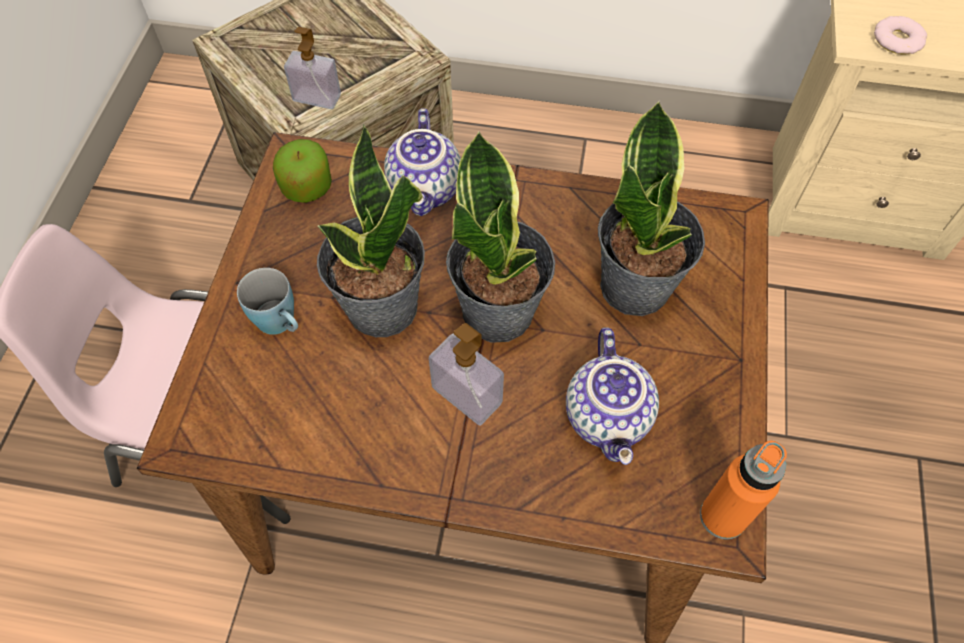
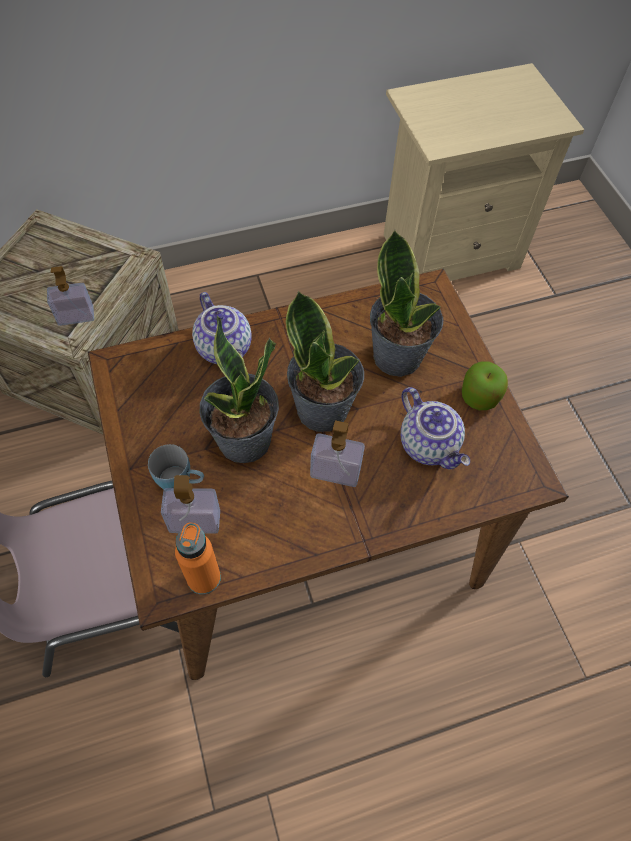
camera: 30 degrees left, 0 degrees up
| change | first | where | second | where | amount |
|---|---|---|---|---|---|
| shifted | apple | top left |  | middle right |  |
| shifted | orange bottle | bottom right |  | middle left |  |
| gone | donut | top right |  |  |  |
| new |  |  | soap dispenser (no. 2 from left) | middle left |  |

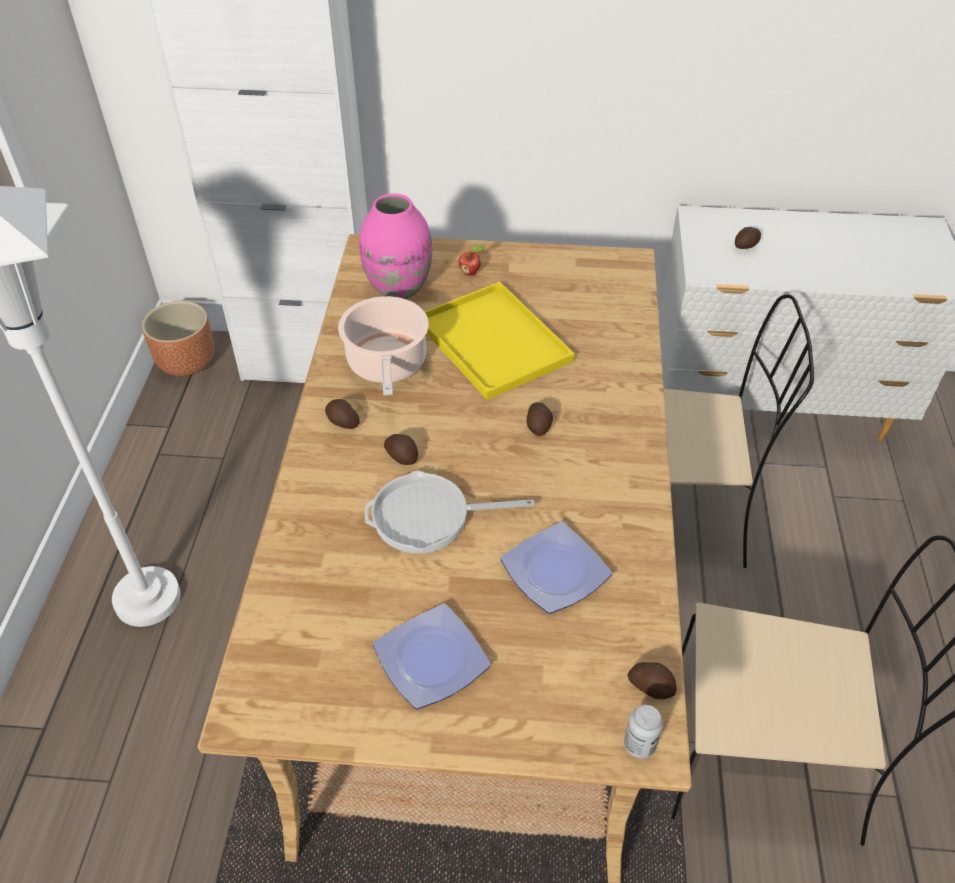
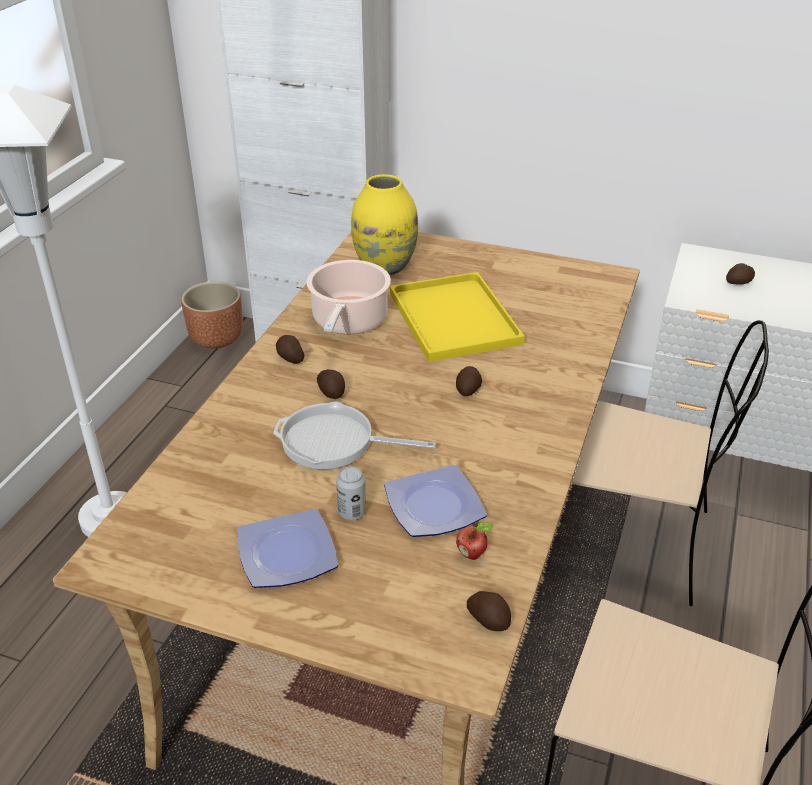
camera: 15 degrees right, 10 degrees down
| change | first | where | second | where | amount |
|---|---|---|---|---|---|
| repainted | pink vase | top centre | yellow vase | top centre |  |
| shifted | apple | top centre |  | bottom centre |  |
| shifted | can | bottom right |  | centre |  |

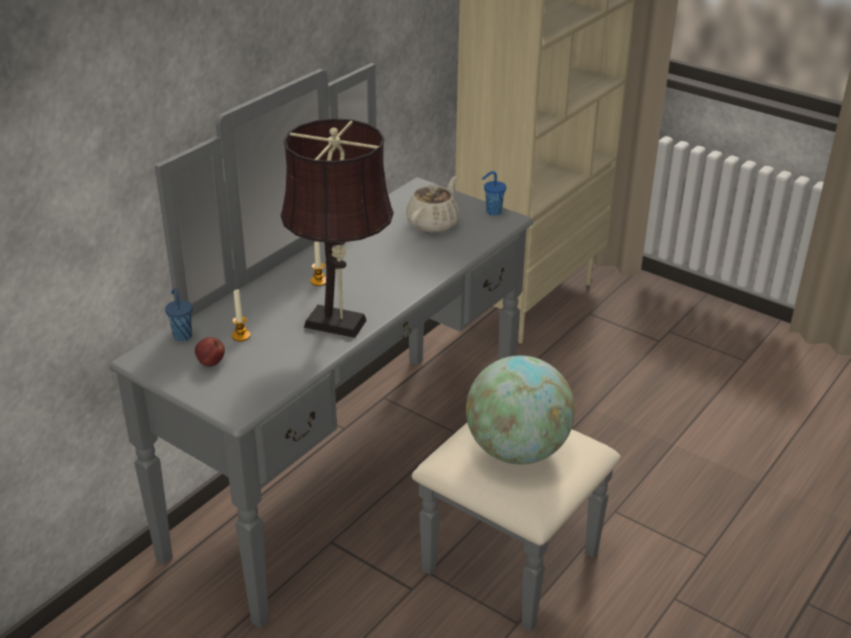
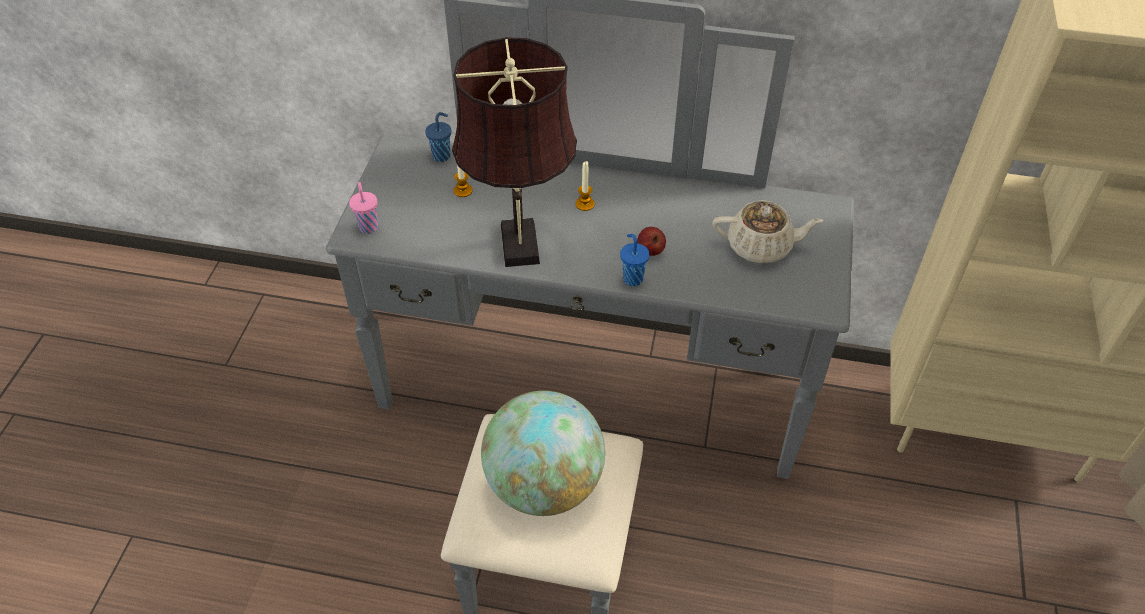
camera: 65 degrees right, 15 degrees up
| change | first | where | second | where | amount |
|---|---|---|---|---|---|
| shifted | apple | middle left |  | centre |  |
| shifted | blue cup (no. 2 from left) | top centre |  | centre |  |
| new |  |  | pink cup | middle left |  |

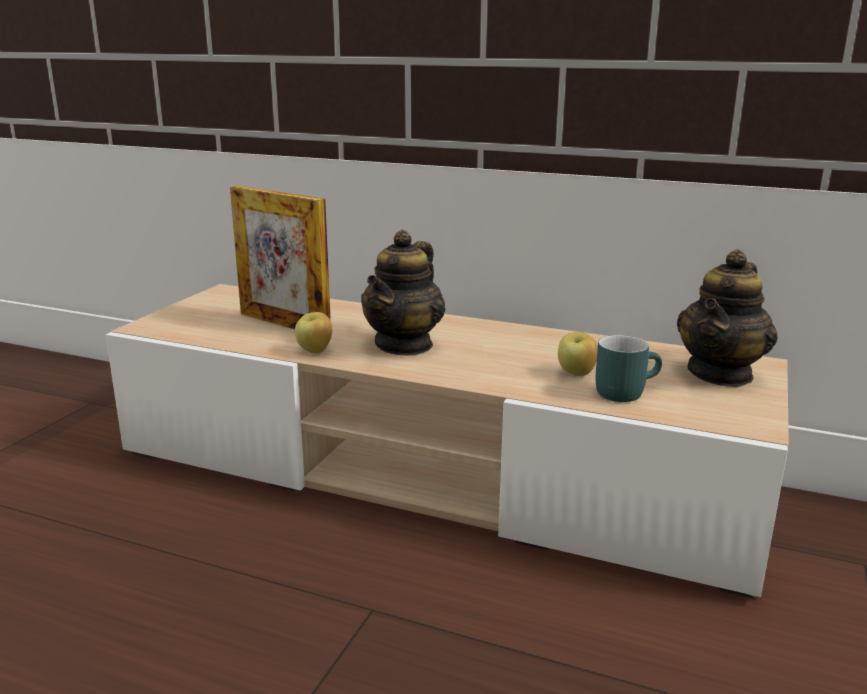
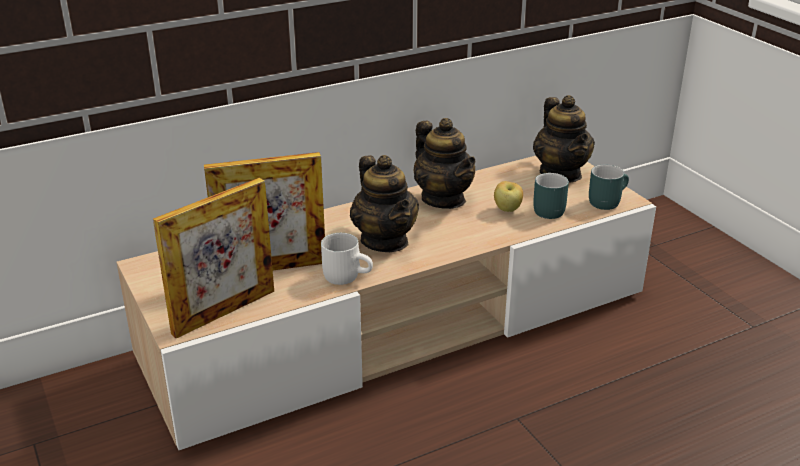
camera: 50 degrees left, 10 degrees up
| change | first | where | second | where | amount |
|---|---|---|---|---|---|
| swapped | apple (no. 1 from left) | centre | white mug | centre |  |
| new |  |  | picture frame (no. 1 from left) | middle left |  |
| new |  |  | teapot (no. 2 from left) | centre |  |
| new |  |  | turquoise mug (no. 2 from left) | middle right |  |

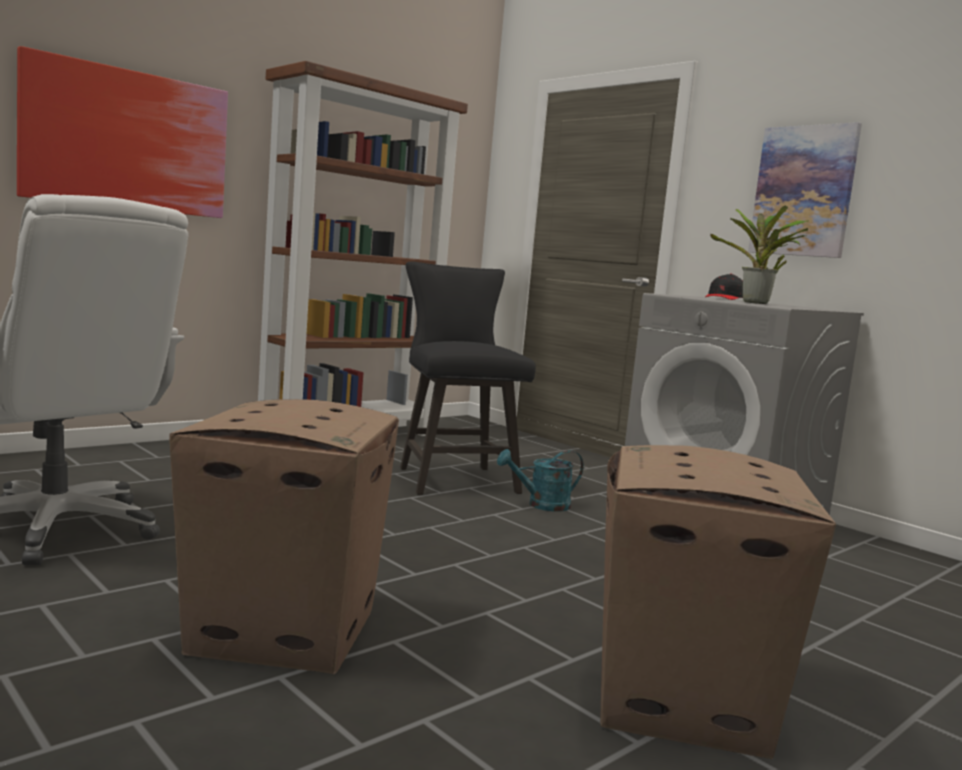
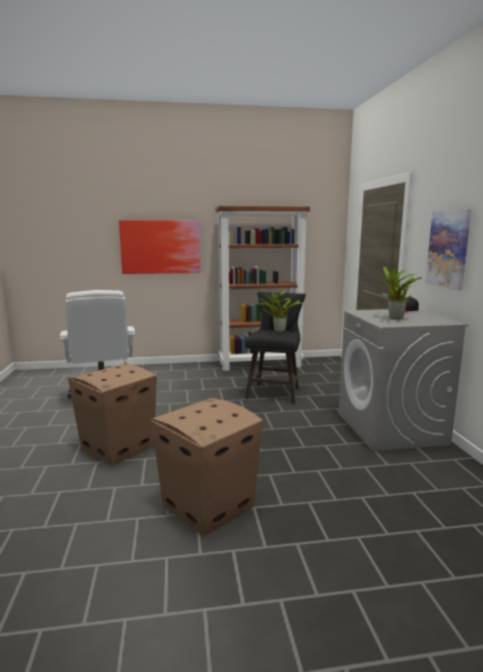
camera: 35 degrees right, 5 degrees up
| change | first | where | second | where | amount |
|---|---|---|---|---|---|
| gone | turquoise watering can | centre |  |  |  |
| new |  |  | potted plant (no. 1 from left) | centre |  |

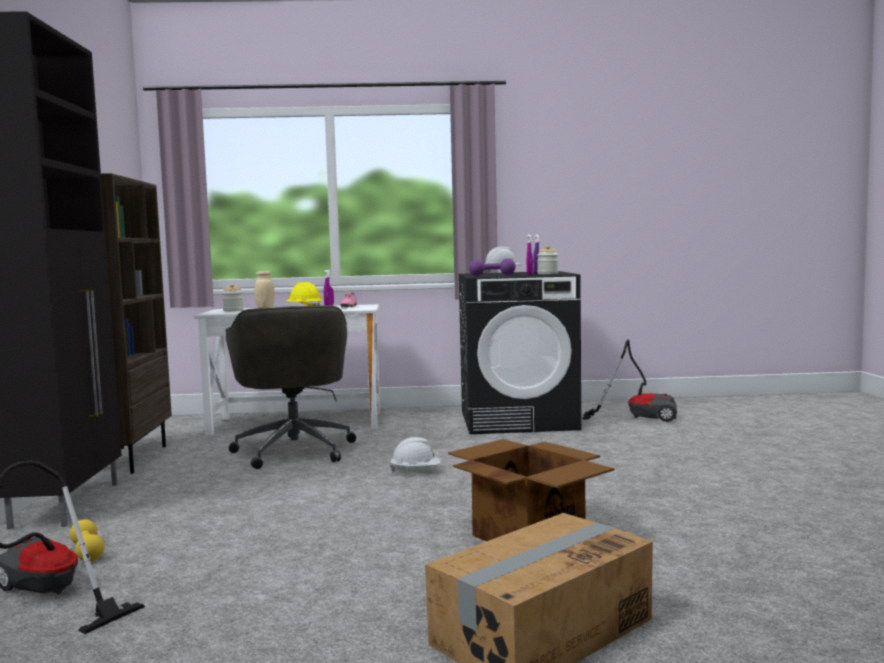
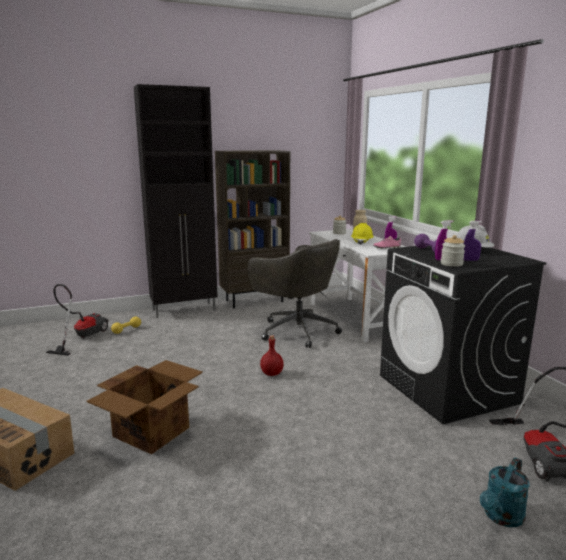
camera: 70 degrees right, 10 degrees up
| change | first | where | second | where | amount |
|---|---|---|---|---|---|
| rotated | grey office chair | middle left |  | centre | 105 degrees counterclockwise |
| swapped | white hard hat (no. 1 from left) | bottom centre | red bottle | centre |  |
| new |  |  | turquoise watering can | bottom right |  |

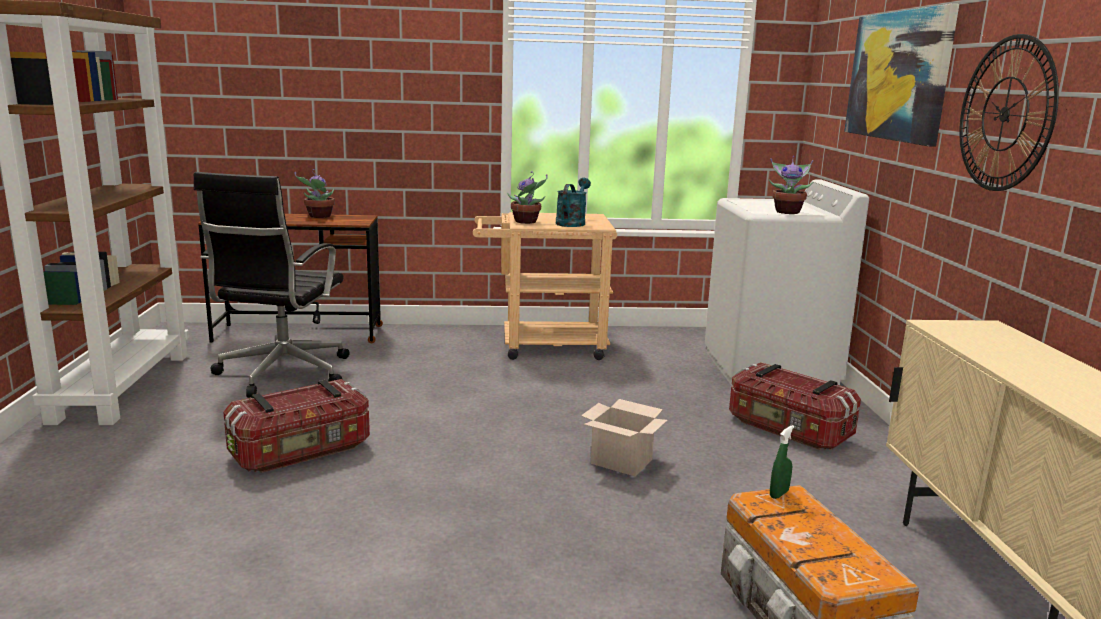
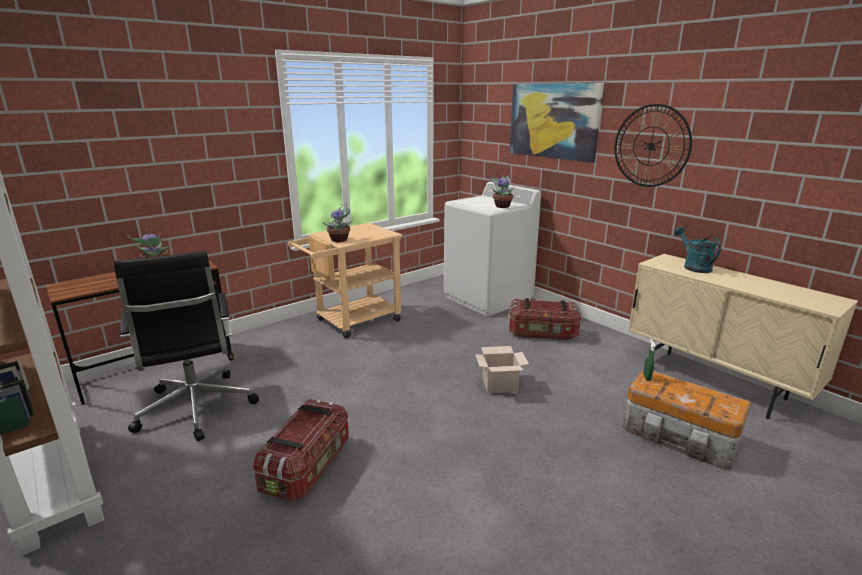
camera: 35 degrees left, 5 degrees up
| change | first | where | second | where | amount |
|---|---|---|---|---|---|
| shifted | turquoise watering can | top centre |  | middle right |  |

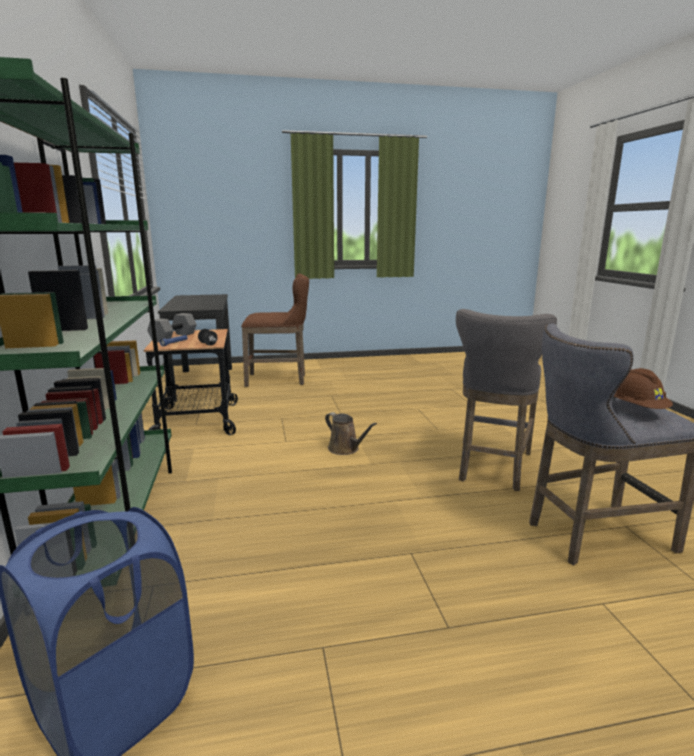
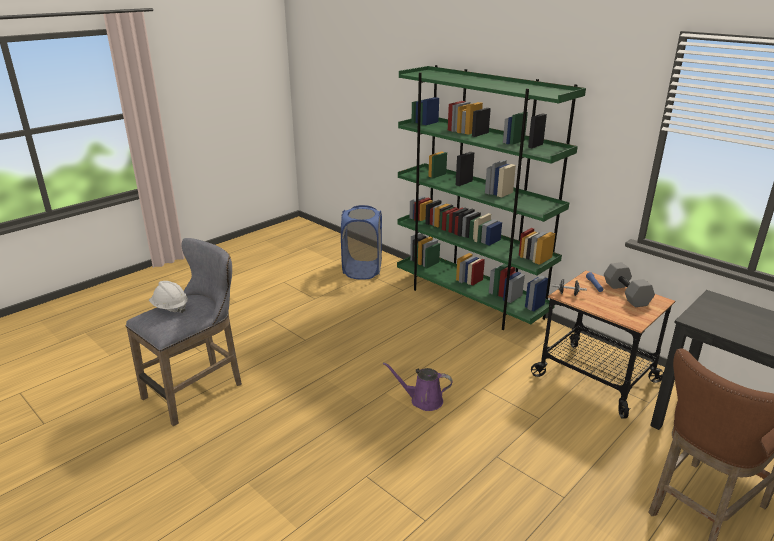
camera: 145 degrees right, 10 degrees up
| change | first | where | second | where | amount |
|---|---|---|---|---|---|
| repainted | brown watering can | centre | purple watering can | bottom centre |  |
| gone | grey stool (no. 1 from left) | middle right |  |  |  |
| repainted | brown hard hat | middle right | white hard hat | middle left |  |

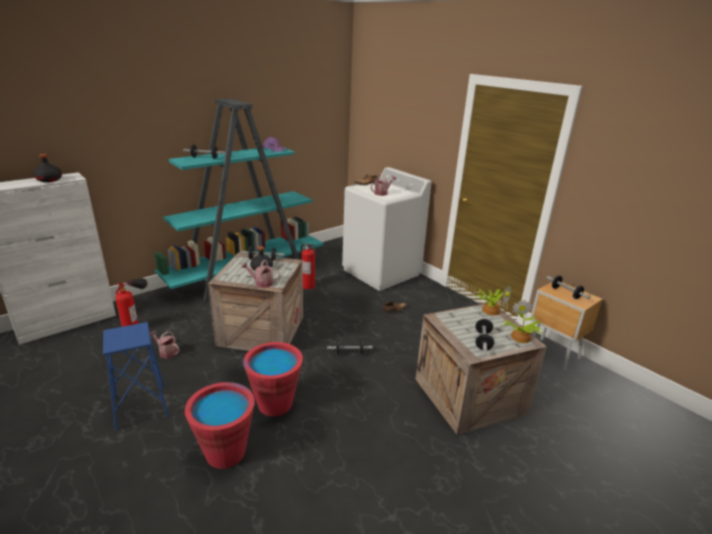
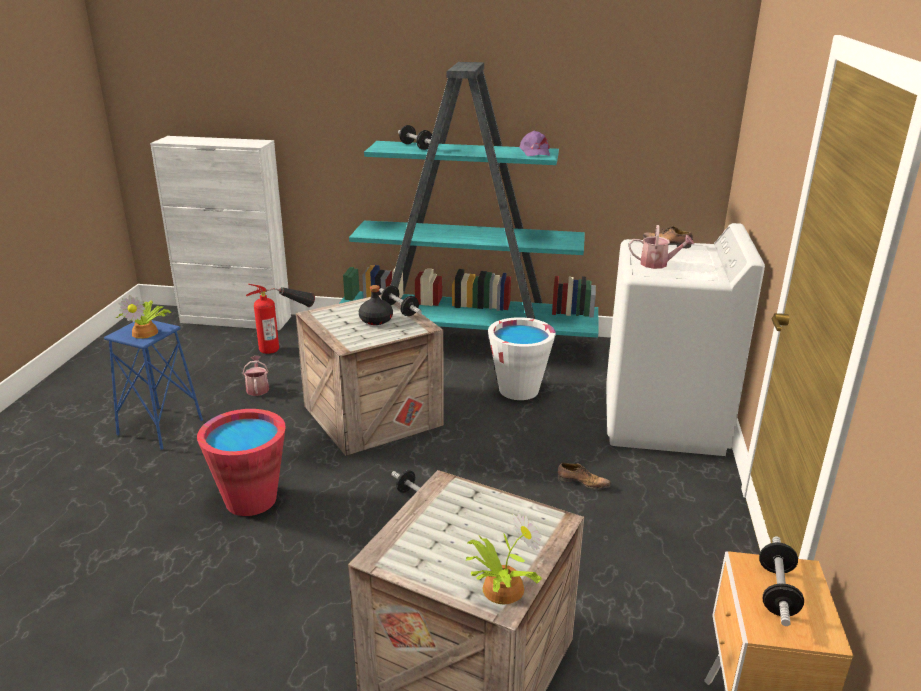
camera: 50 degrees right, 0 degrees up
| change | first | where | second | where | amount |
|---|---|---|---|---|---|
| gone | black bottle (no. 1 from left) | top left |  |  |  |
| gone | red bucket (no. 1 from left) | bottom left |  |  |  |
| gone | watering can (no. 2 from left) | centre |  |  |  |
| swapped | fire extinguisher (no. 2 from left) | centre | white bucket | centre |  |
| gone | dumbbell (no. 4 from left) | middle right |  |  |  |
| shifted | potted plant (no. 1 from left) | middle right |  | middle left |  |

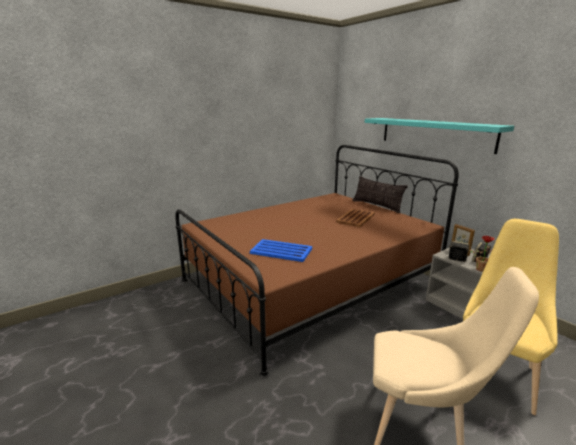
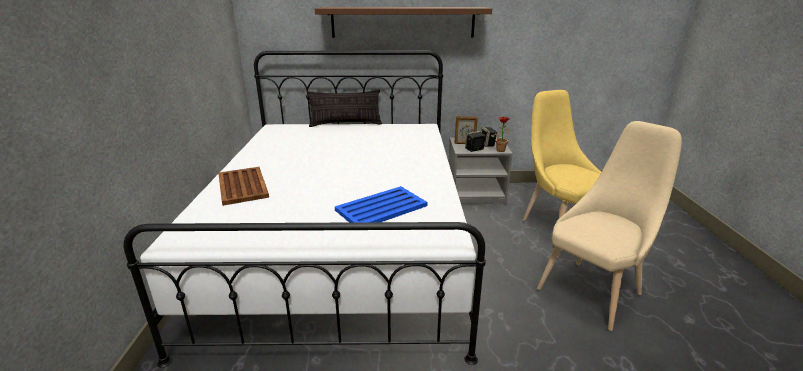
camera: 55 degrees left, 5 degrees up
| change | first | where | second | where | amount |
|---|---|---|---|---|---|
| repainted | brown bed | centre | white bed | centre |  |
| shifted | brown tray | centre |  | middle left |  |
| repainted | turquoise shelf | top right | brown shelf | top centre |  |

